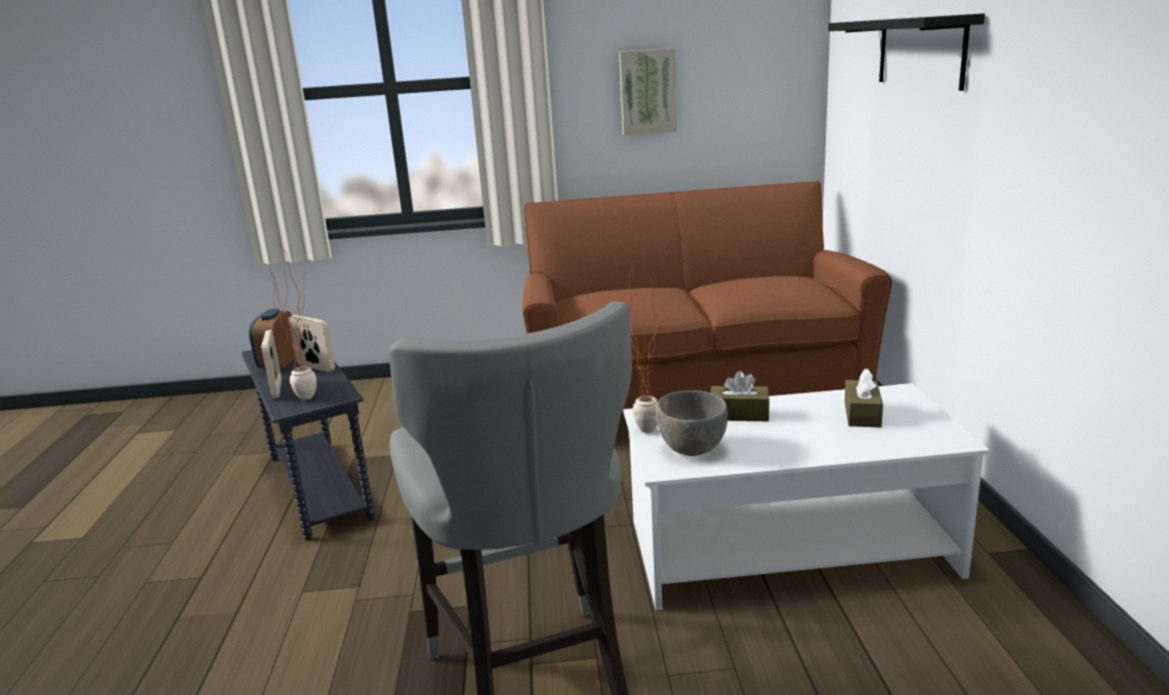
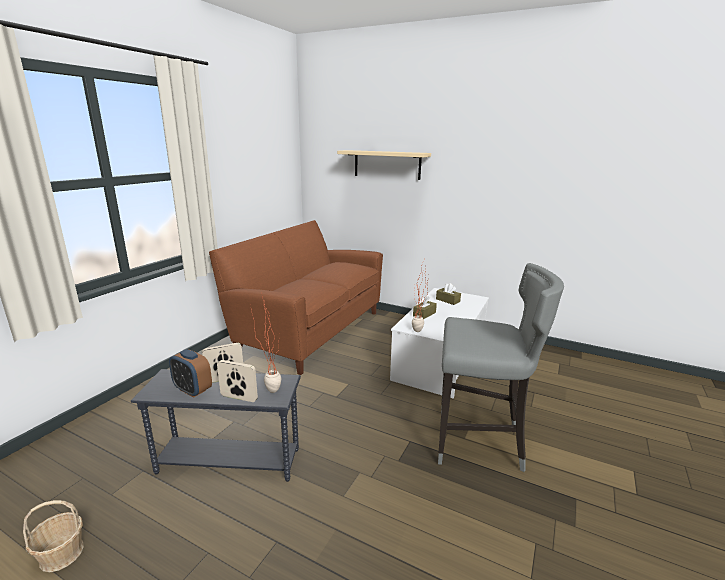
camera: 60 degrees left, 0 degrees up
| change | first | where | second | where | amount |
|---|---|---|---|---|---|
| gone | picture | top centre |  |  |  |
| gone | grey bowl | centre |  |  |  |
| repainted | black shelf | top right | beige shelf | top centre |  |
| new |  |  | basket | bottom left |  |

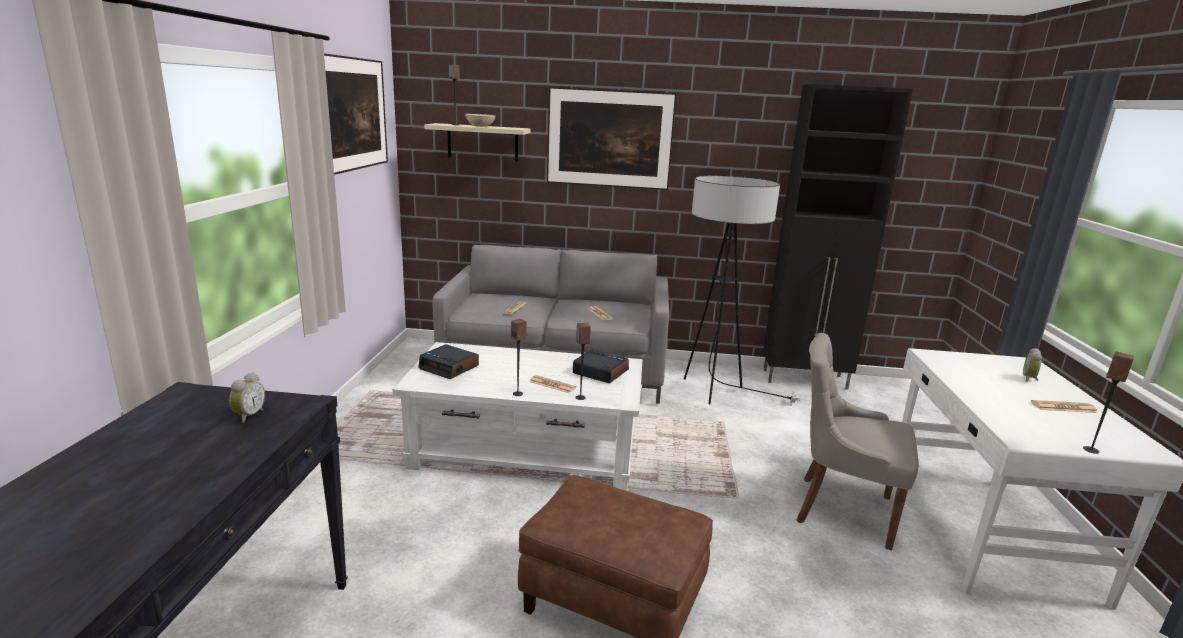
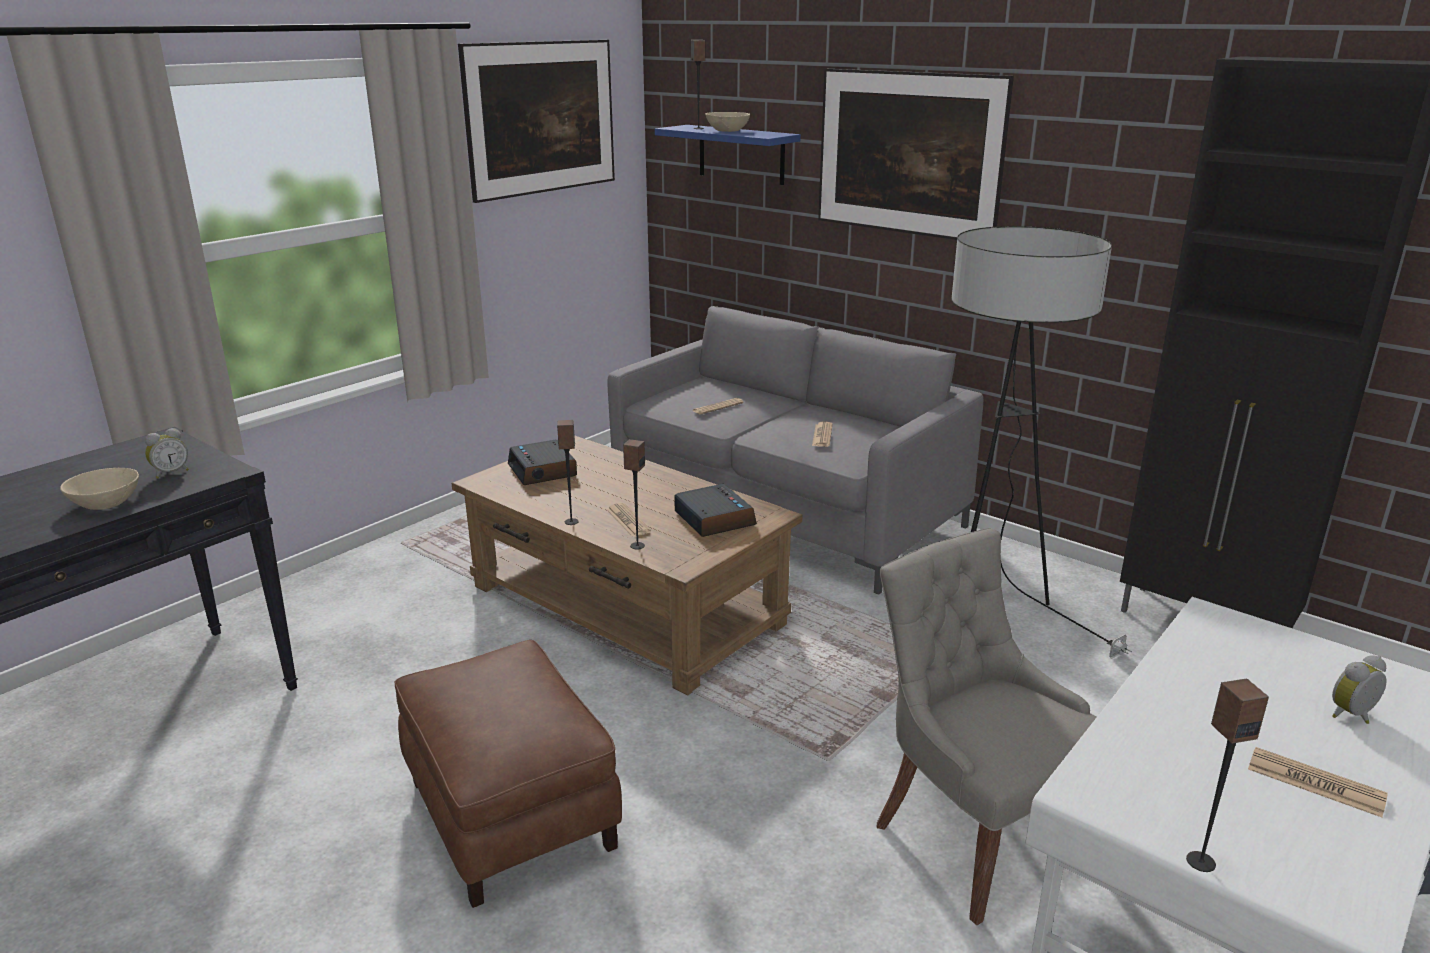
camera: 35 degrees right, 5 degrees up
| change | first | where | second | where | amount |
|---|---|---|---|---|---|
| repainted | white coffee table | centre | brown coffee table | centre |  |
| repainted | beige shelf | top centre | blue shelf | top centre |  |
| new |  |  | beige bowl (no. 1 from left) | middle left |  |

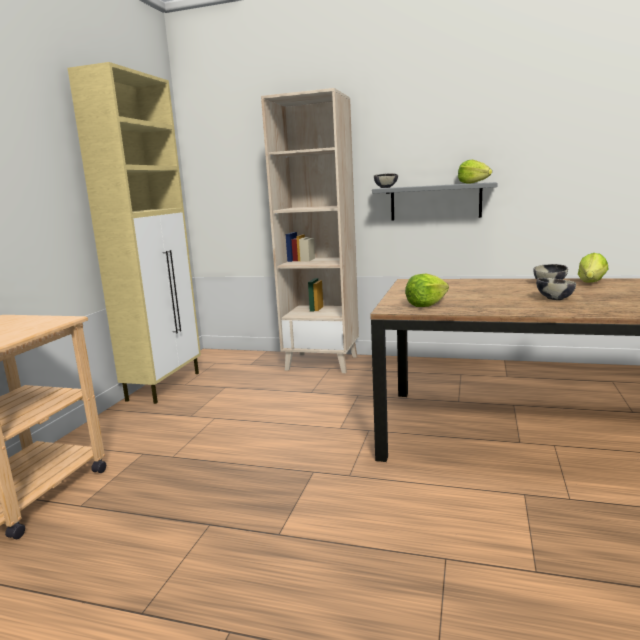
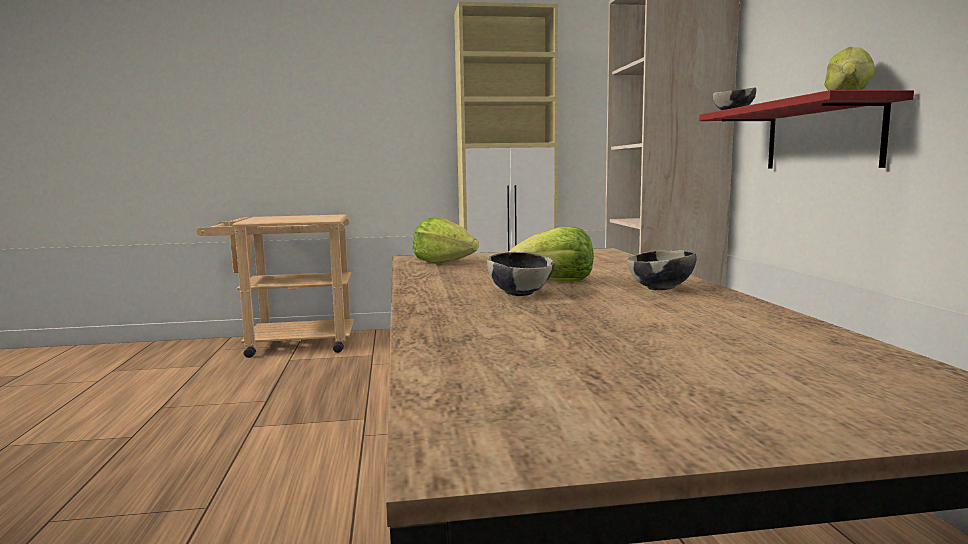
camera: 65 degrees right, 5 degrees down
| change | first | where | second | where | amount |
|---|---|---|---|---|---|
| repainted | grey shelf | top right | red shelf | top right |  |
| shifted | lettuce (no. 3 from left in the first image) | middle right | lettuce (no. 2 from left) | centre |  |

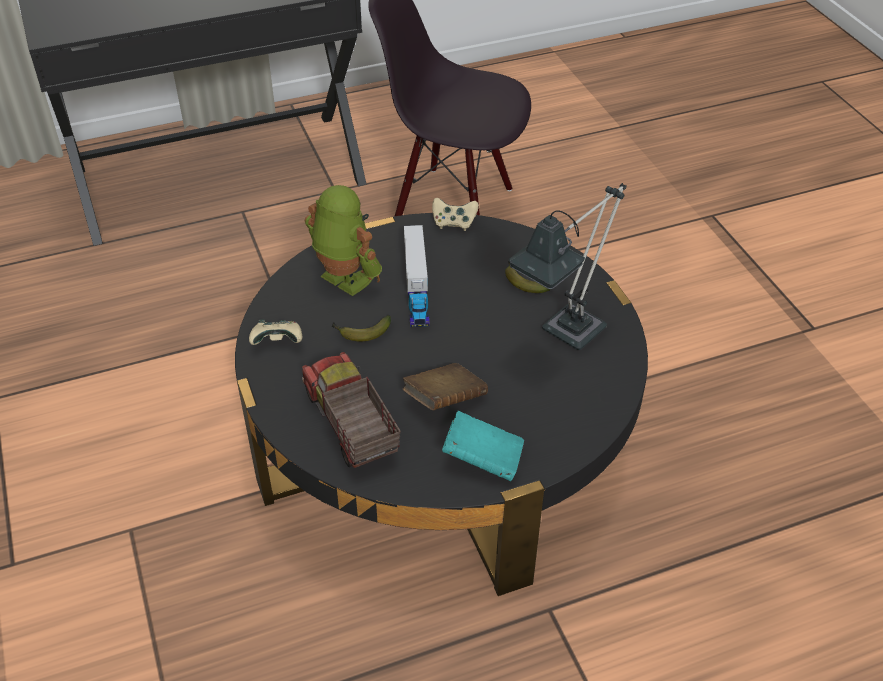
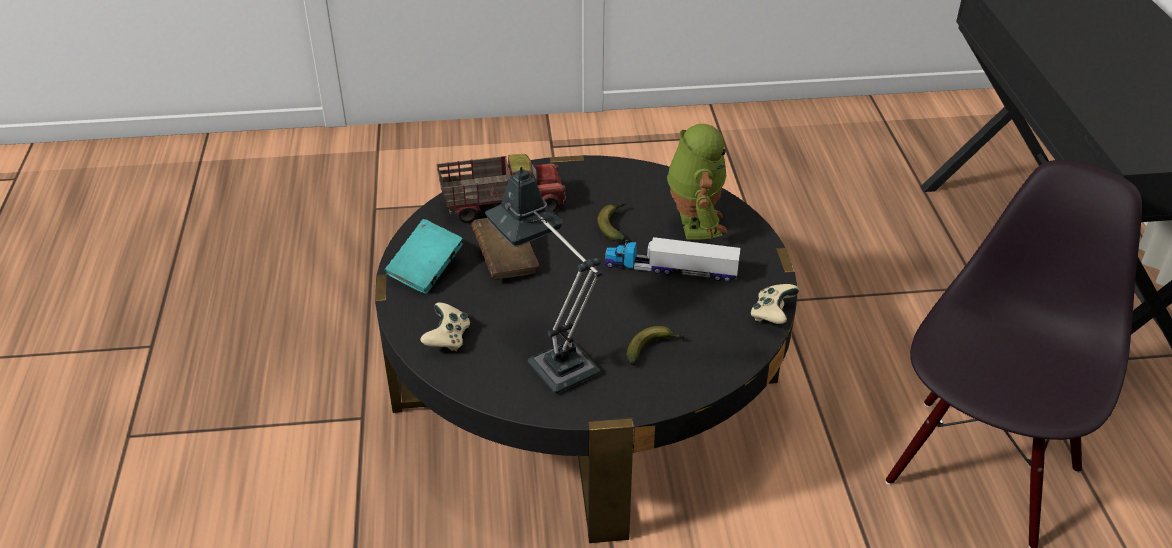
camera: 105 degrees right, 5 degrees down
| change | first | where | second | where | amount |
|---|---|---|---|---|---|
| shifted | beige game controller (no. 1 from left) | middle left |  | centre |  |
| rotated | toy robot | centre |  | top centre | 60 degrees counterclockwise |

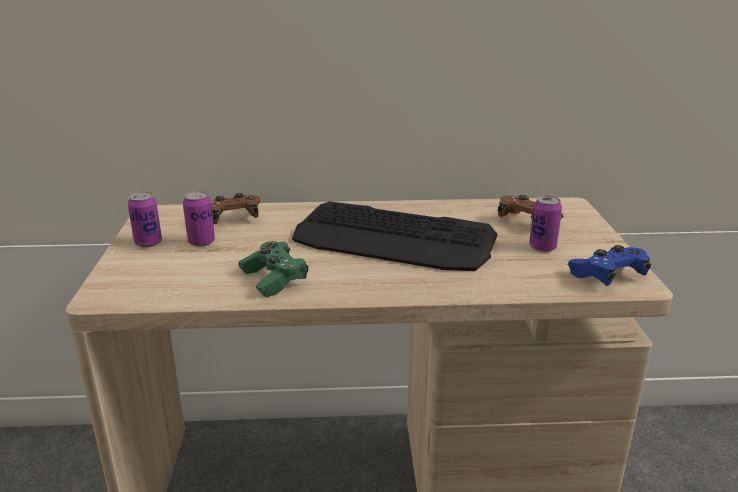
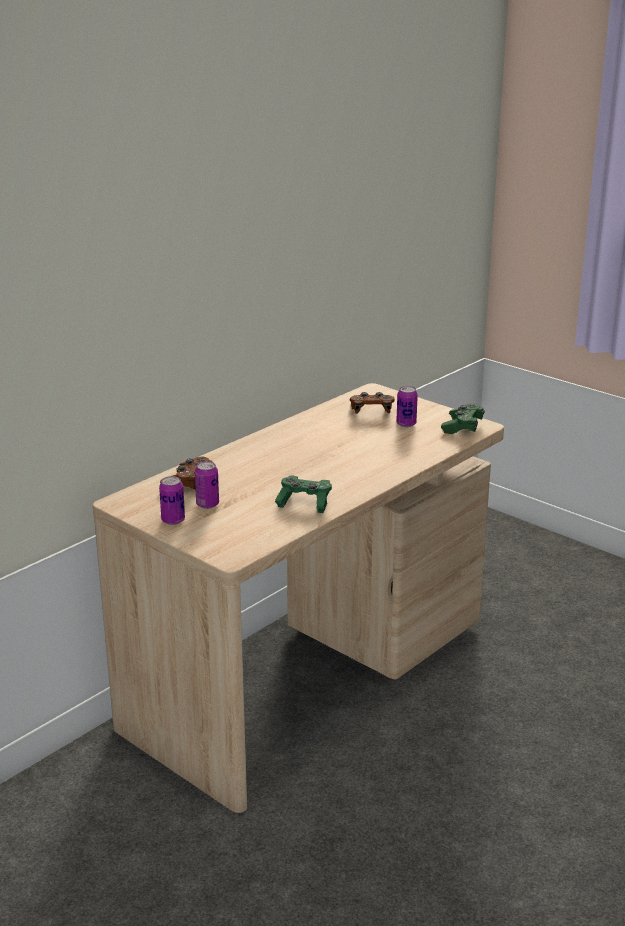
camera: 45 degrees left, 0 degrees up
| change | first | where | second | where | amount |
|---|---|---|---|---|---|
| gone | keyboard | centre |  |  |  |
| repainted | blue game controller | middle right | green game controller (no. 2 from left) | middle right |  |

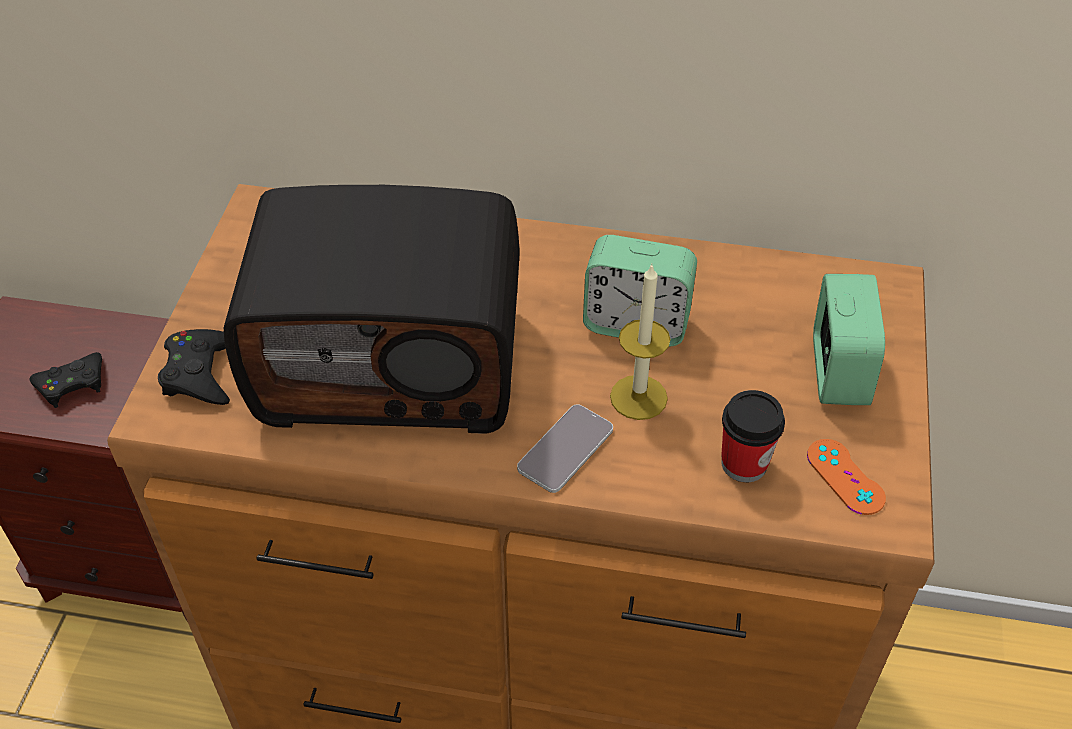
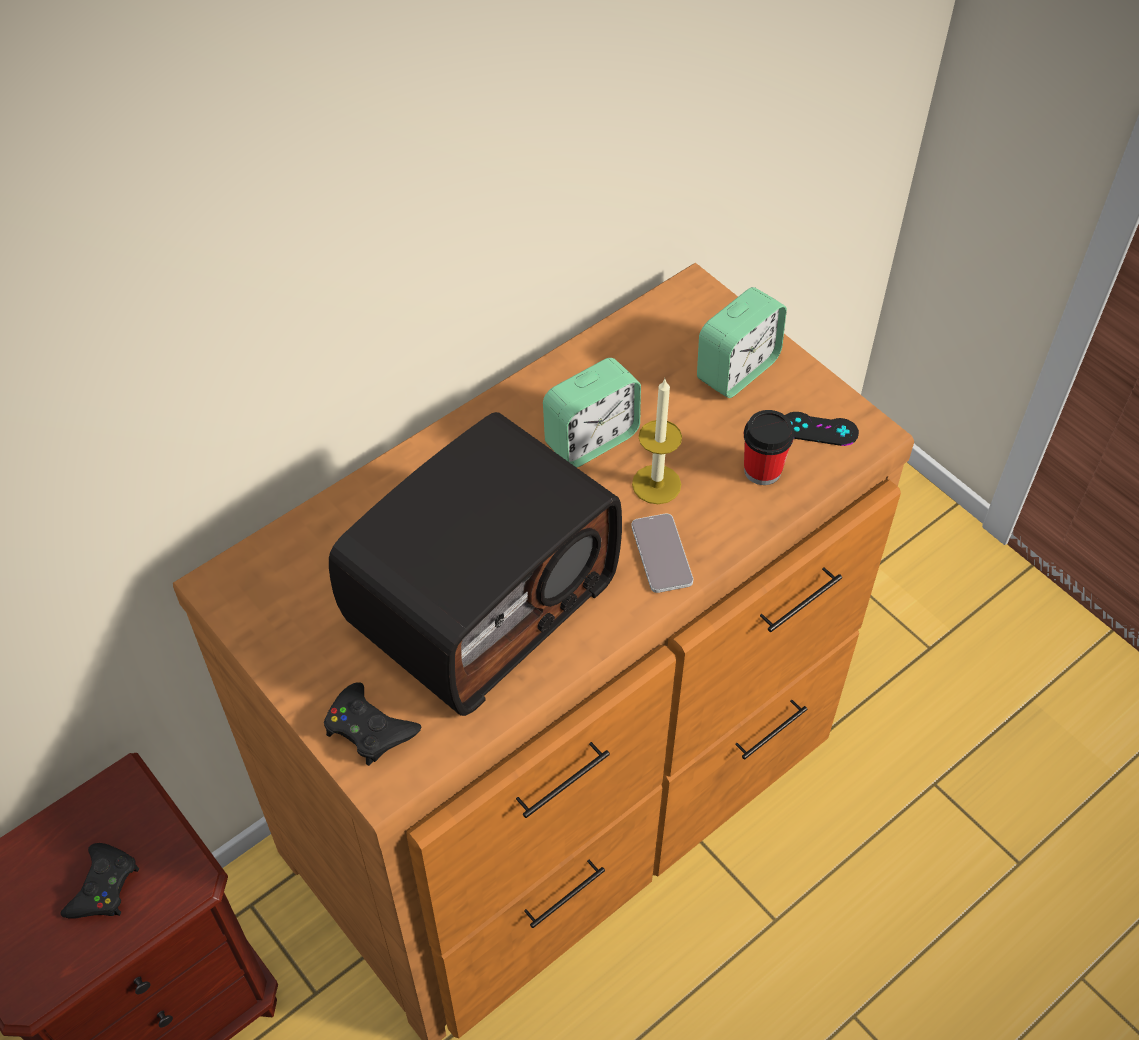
camera: 50 degrees left, 5 degrees up
| change | first | where | second | where | amount |
|---|---|---|---|---|---|
| repainted | orange game controller | middle right | black game controller (no. 3 from left) | middle right |  |
| rotated | alarm clock (no. 2 from left) | middle right |  | top centre | 90 degrees clockwise |

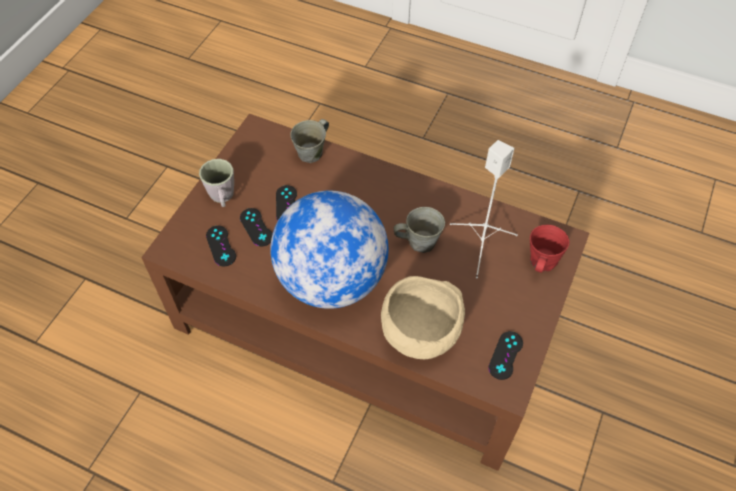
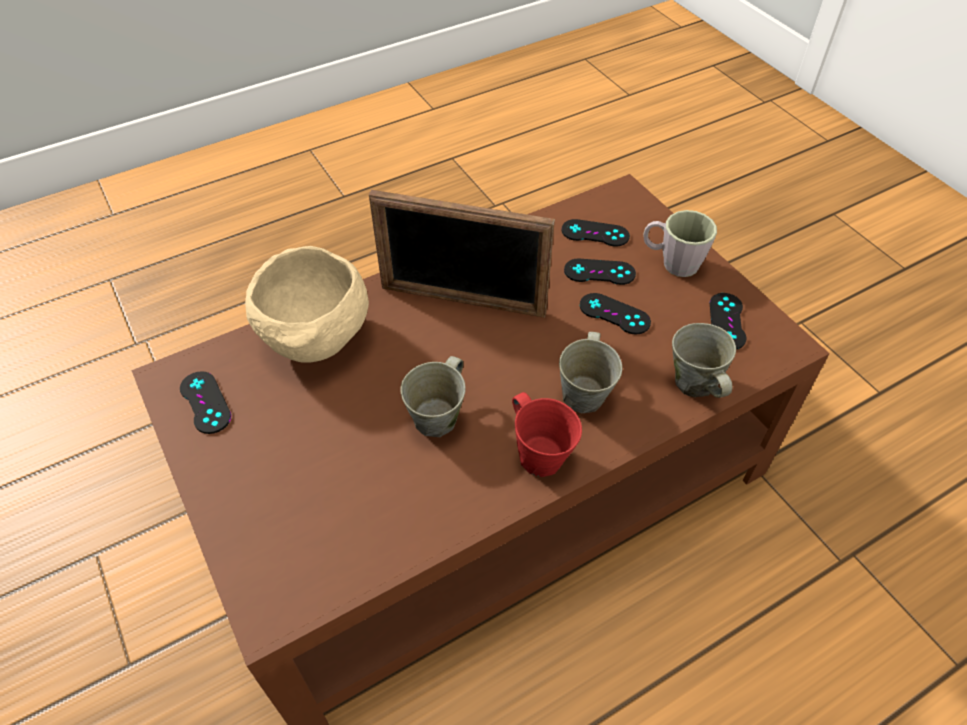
camera: 125 degrees right, 5 degrees down
| change | first | where | second | where | amount |
|---|---|---|---|---|---|
| swapped | globe | centre | picture frame | centre |  |
| gone | white speaker | centre |  |  |  |
| shifted | red mug | middle right |  | centre |  |
| new |  |  | grey mug (no. 2 from left) | centre |  |
| new |  |  | black game controller (no. 5 from left) | middle right |  |

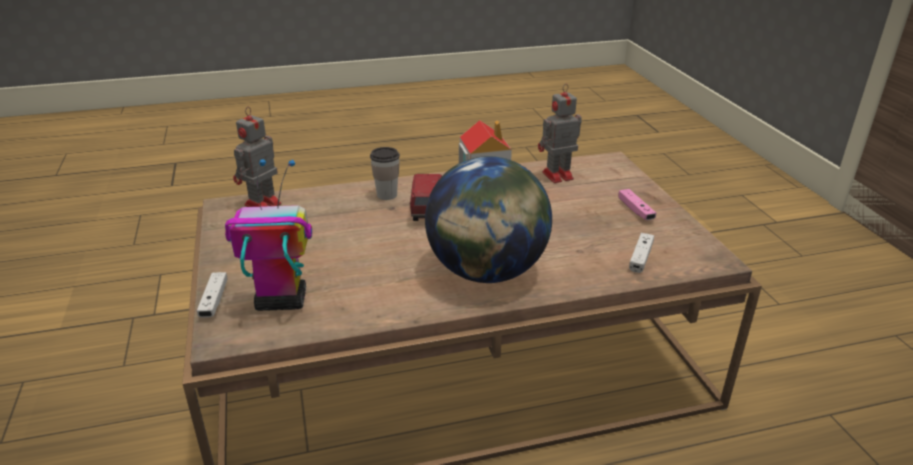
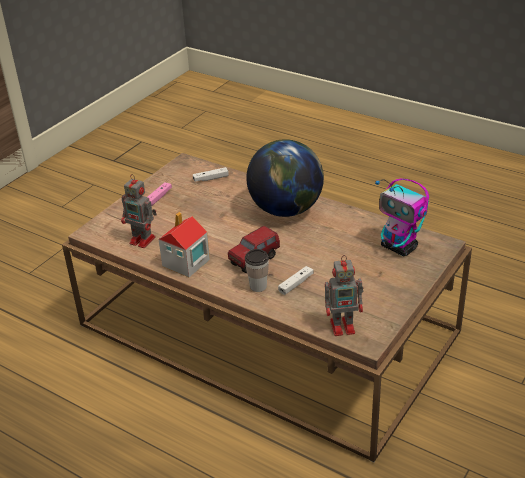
camera: 130 degrees left, 5 degrees up
| change | first | where | second | where | amount |
|---|---|---|---|---|---|
| shifted | white game controller (no. 1 from left in the first image) | middle left | white game controller (no. 2 from left) | centre |  |

